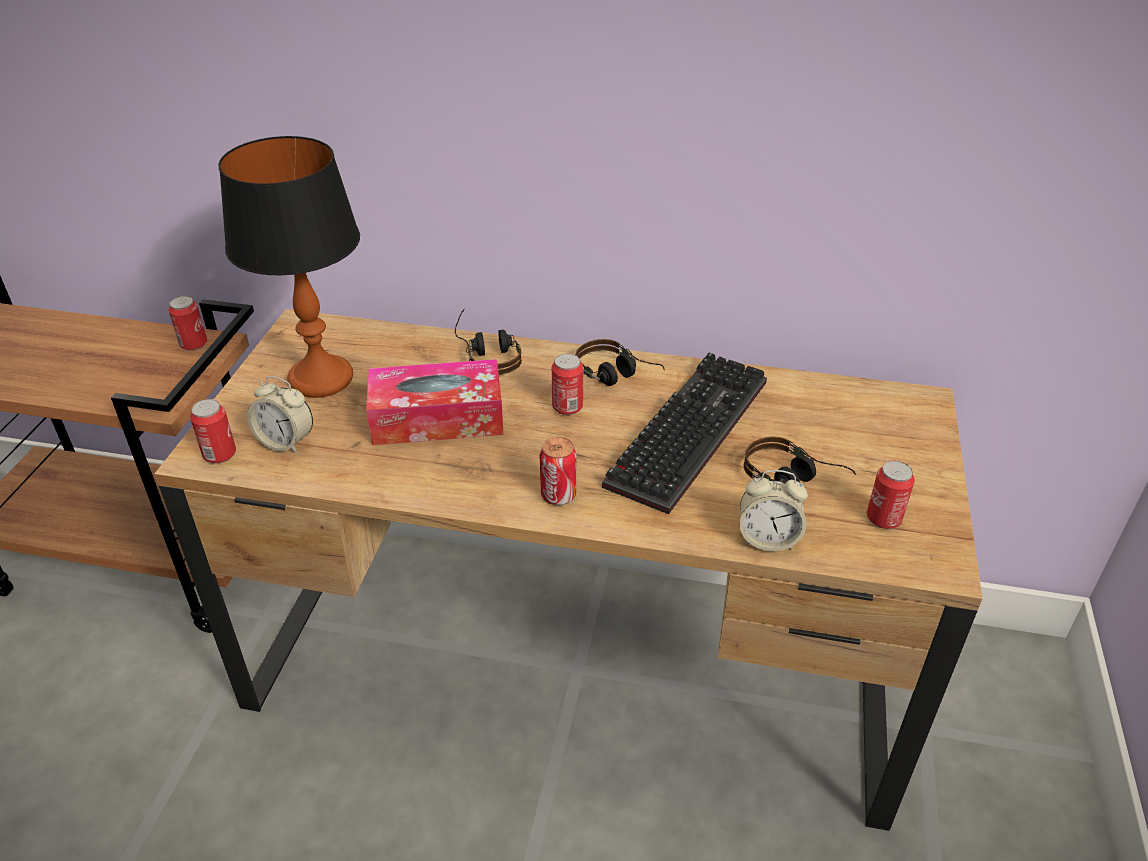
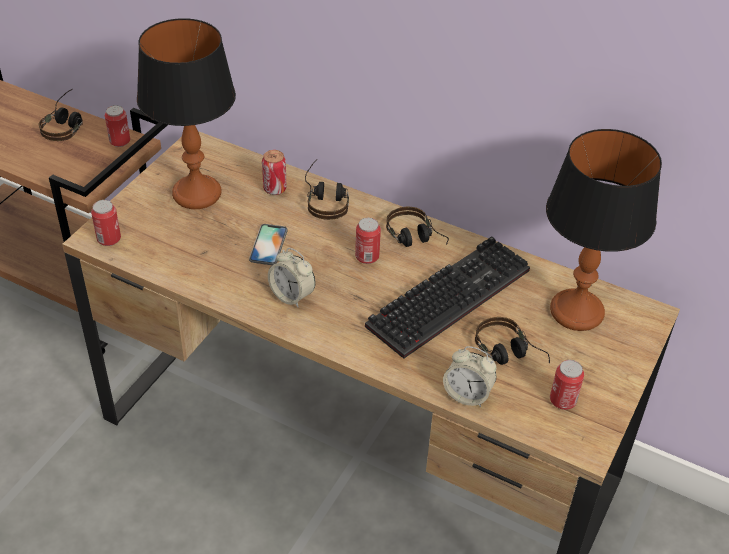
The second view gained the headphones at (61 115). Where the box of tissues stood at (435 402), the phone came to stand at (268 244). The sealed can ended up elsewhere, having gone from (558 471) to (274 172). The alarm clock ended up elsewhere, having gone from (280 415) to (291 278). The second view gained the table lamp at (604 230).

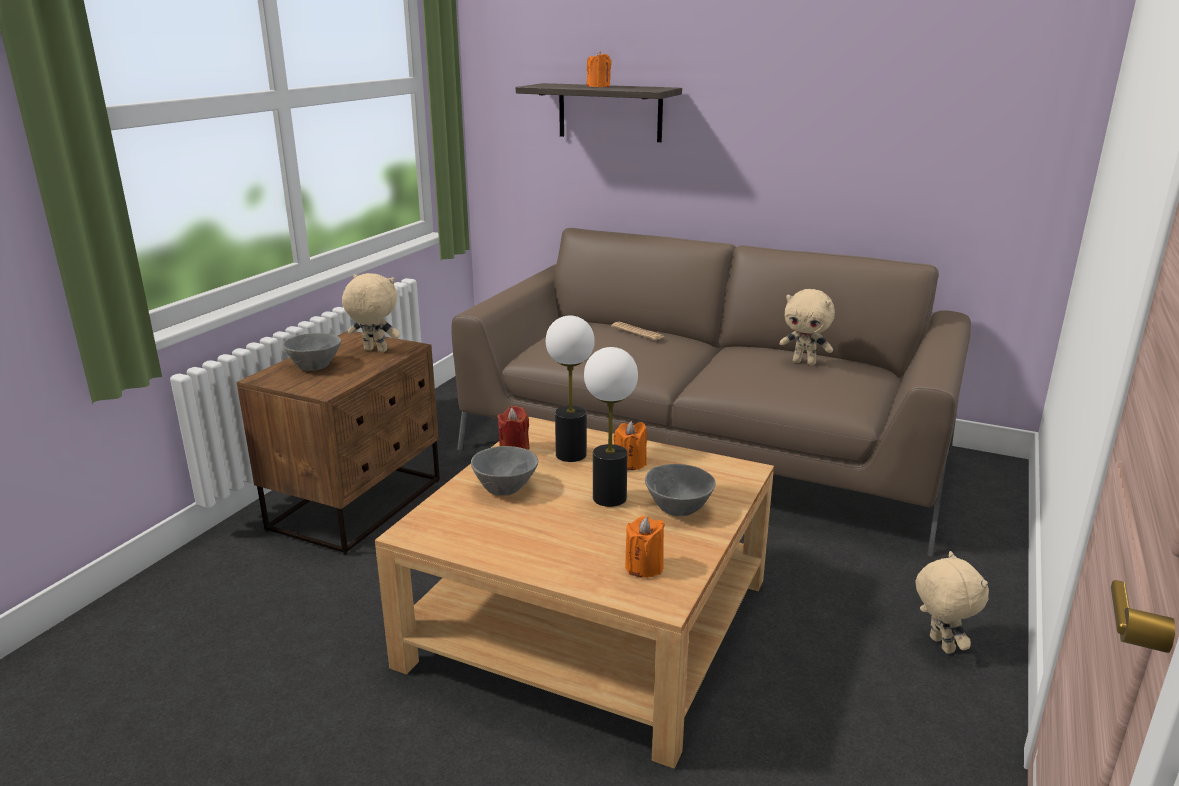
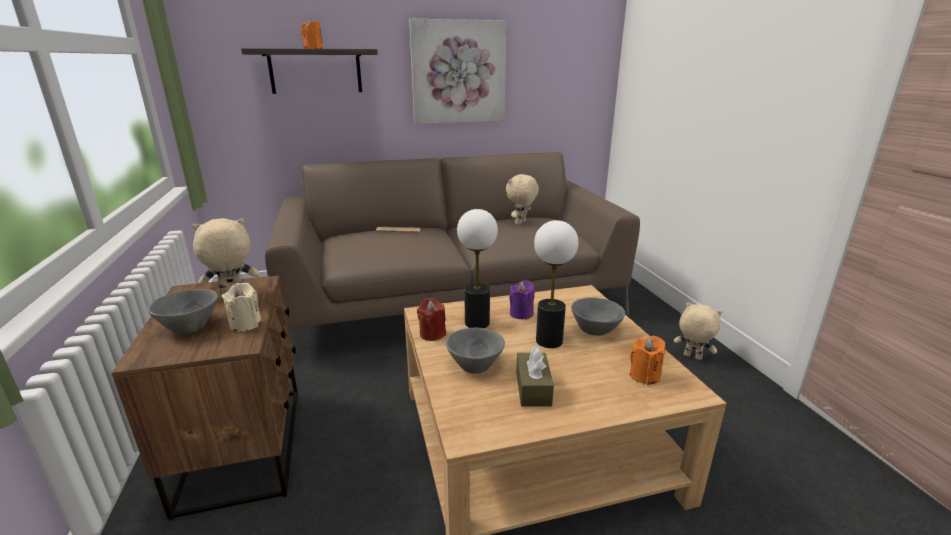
The second view gained the candle/beige-coloured at (242 307). The second view gained the wall picture at (458 71). The cuddly toy/beige-coloured at (807 327) ended up facing another way, 135 degrees clockwise from before. What was the candle/orangey at (630 445) turned into the candle/purple at (522 300). The second view gained the box of tissues/brown-coloured at (535 376).

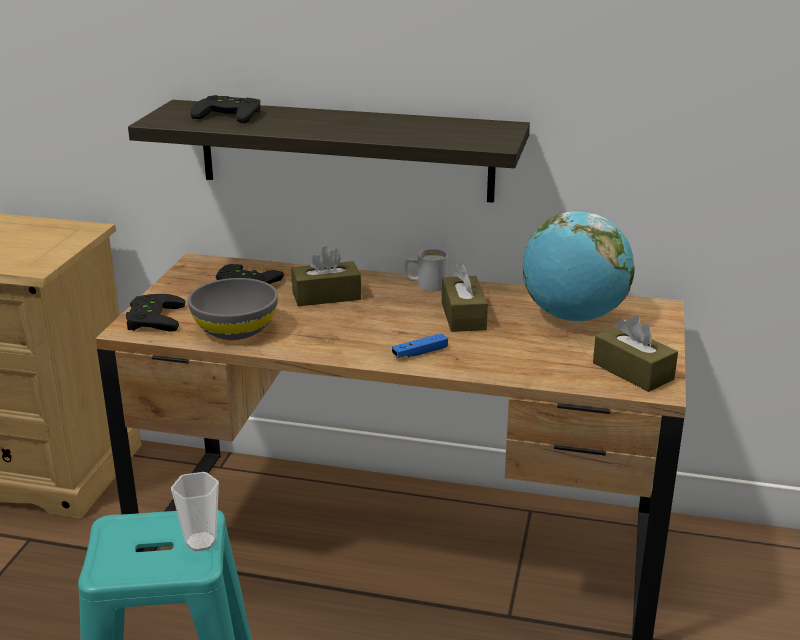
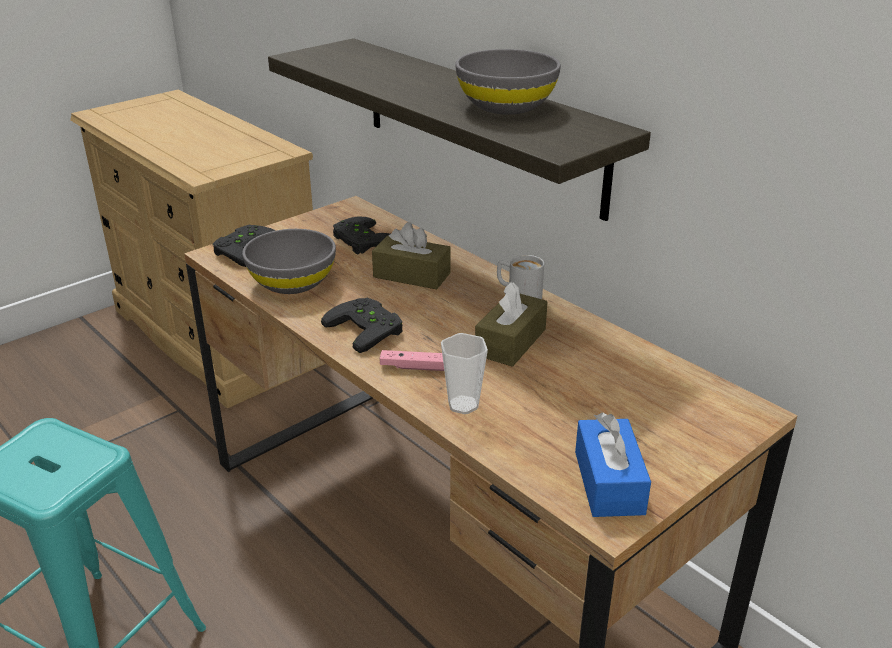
The game controller/black-coloured ended up elsewhere, having gone from (226 109) to (362 325). What was the game controller/blue at (420 345) turned into the game controller/pink at (412 360). The cup ended up elsewhere, having gone from (195 511) to (464 373). The second view gained the deep dish/gray at (508 82). What was the box of tissues/brown-coloured at (635 353) turned into the box of tissues/blue at (613 465). The second view lost the world globe at (579 266).

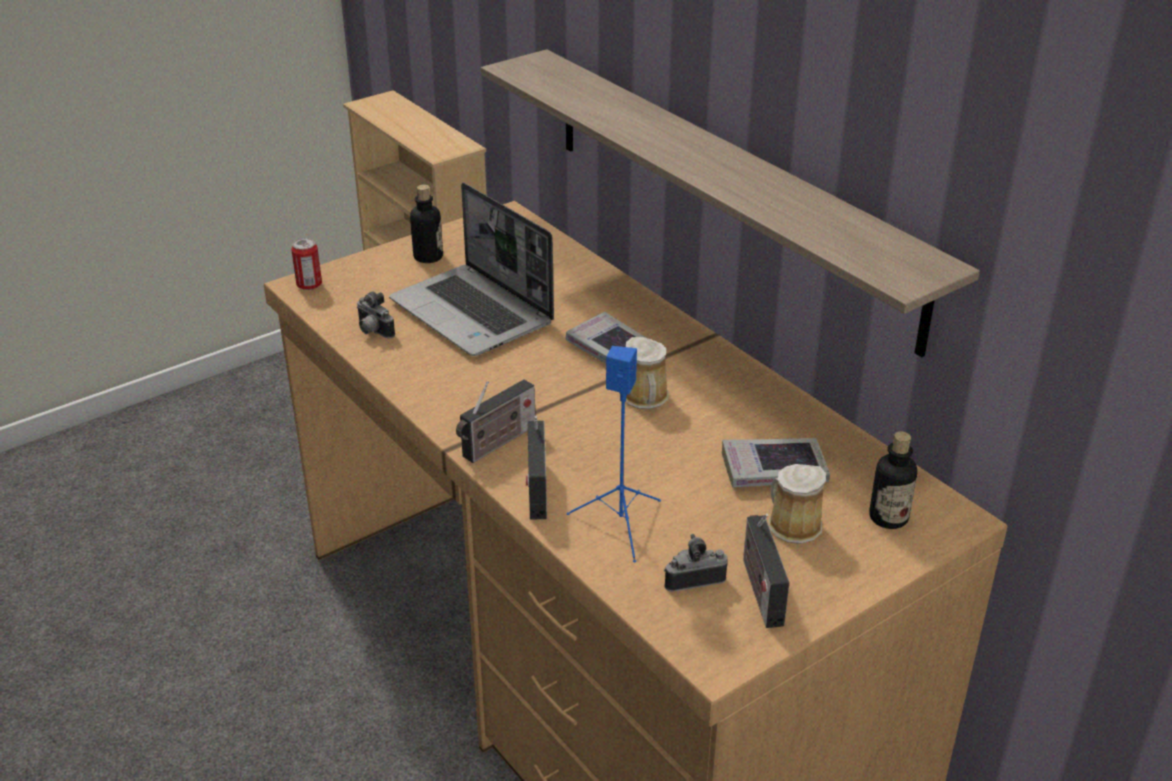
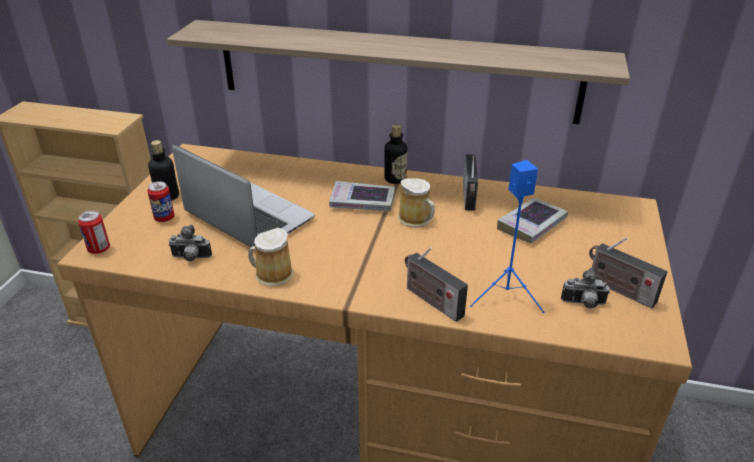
The second view gained the sealed can at (161 201). The portable computer at (471 269) ended up facing another way, 150 degrees counterclockwise from before. The coffee mug ended up elsewhere, having gone from (797 504) to (270 257). The drink bottle ended up elsewhere, having gone from (893 480) to (396 154). The radio receiver ended up elsewhere, having gone from (495 421) to (470 182). The photo camera at (696 563) ended up facing another way, 120 degrees counterclockwise from before.

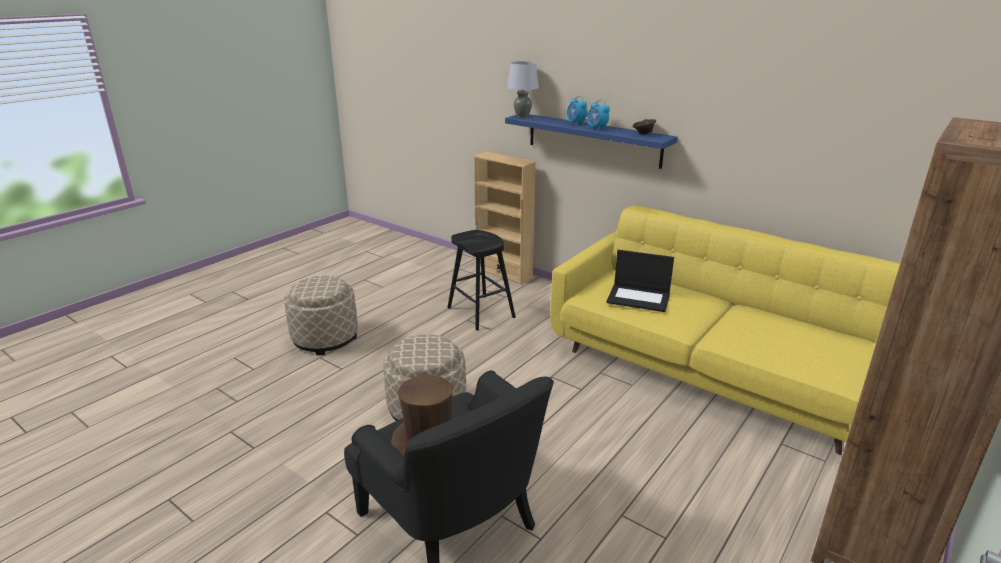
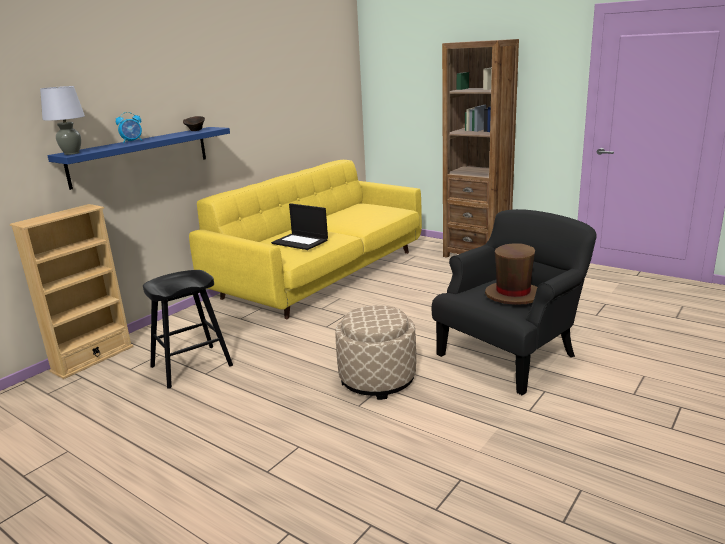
The portable computer at (640 281) ended up facing another way, 105 degrees clockwise from before. The second view lost the footrest/beige-coloured at (321 315). The second view lost the alarm clock at (598 115).

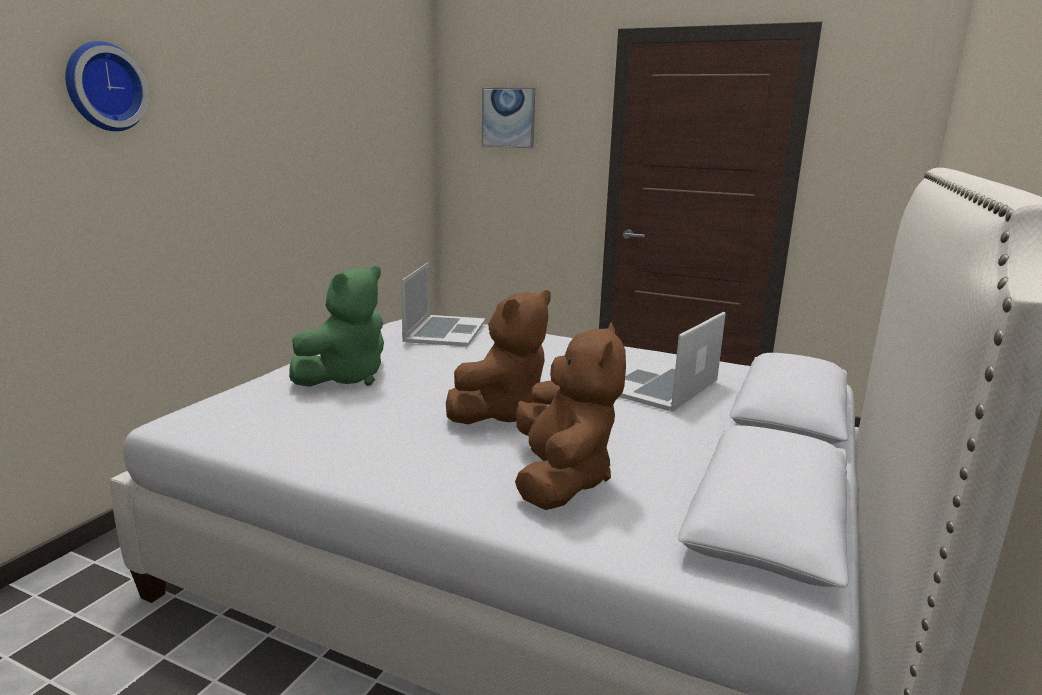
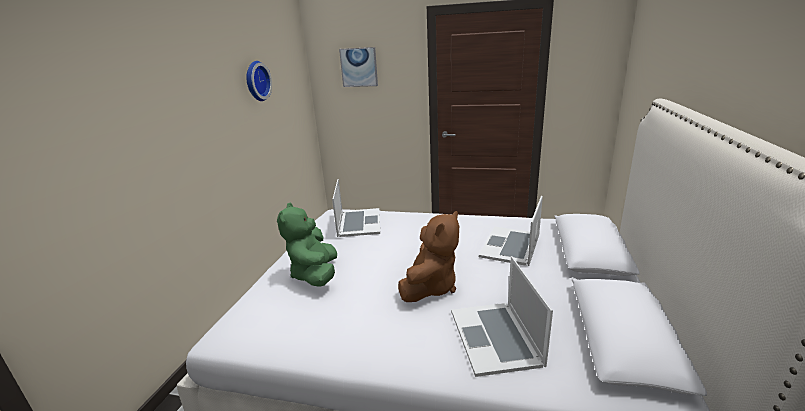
The clock on the wall ended up elsewhere, having gone from (107 86) to (259 81). The cuddly toy/greenish at (336 326) ended up facing another way, 150 degrees clockwise from before. Where the cuddly toy/brown-coloured stood at (570 416), the portable computer came to stand at (502 316).

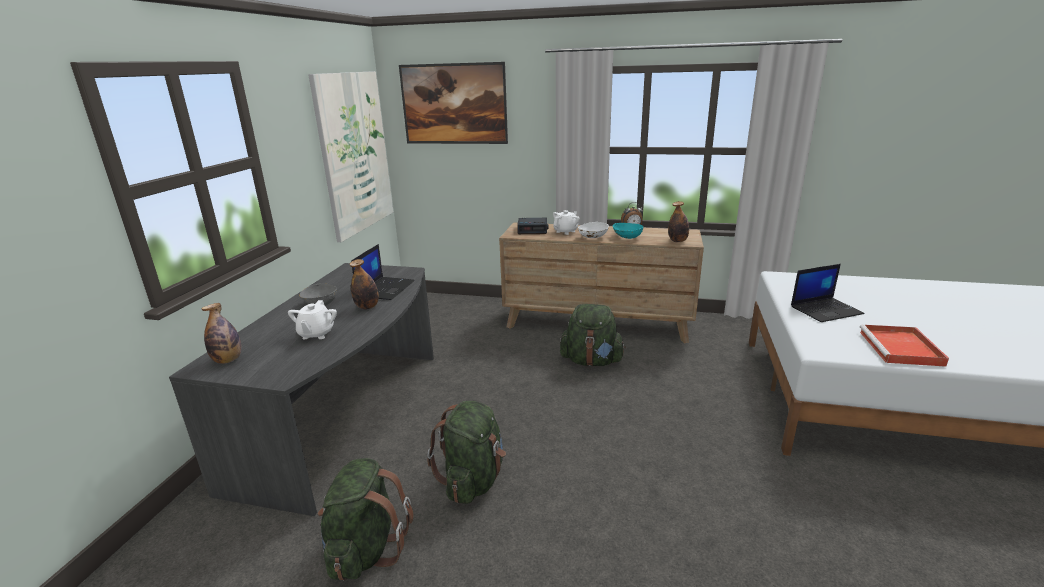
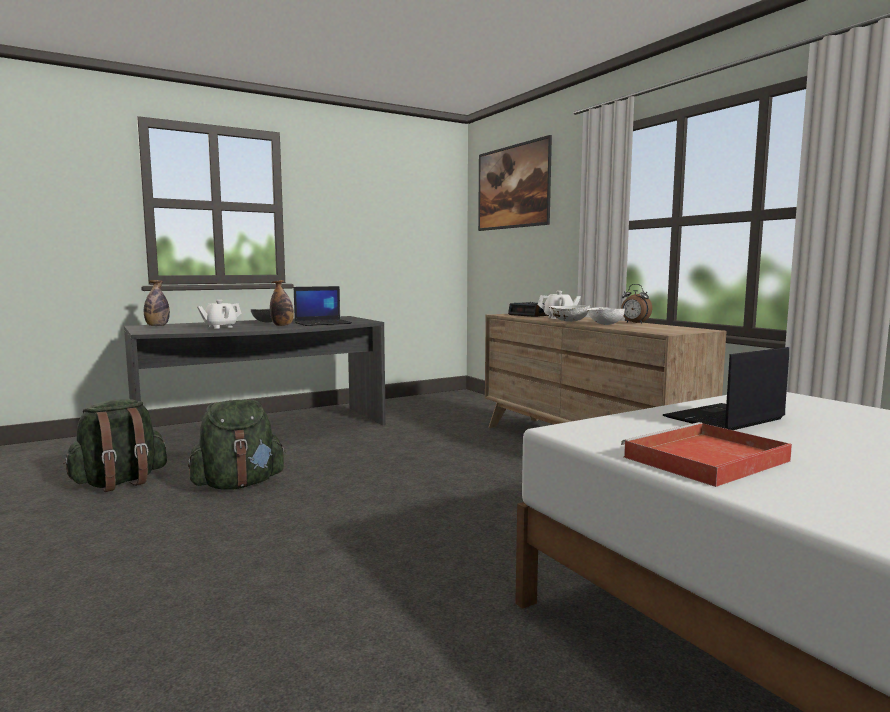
What was the deep dish/turquoise at (628 231) turned into the deep dish/whitish at (606 316). The portable computer at (828 293) ended up facing another way, 120 degrees clockwise from before. The second view lost the wall picture at (350 156). The second view lost the knapsack/greenish at (593 335). The second view lost the drink bottle at (678 221).

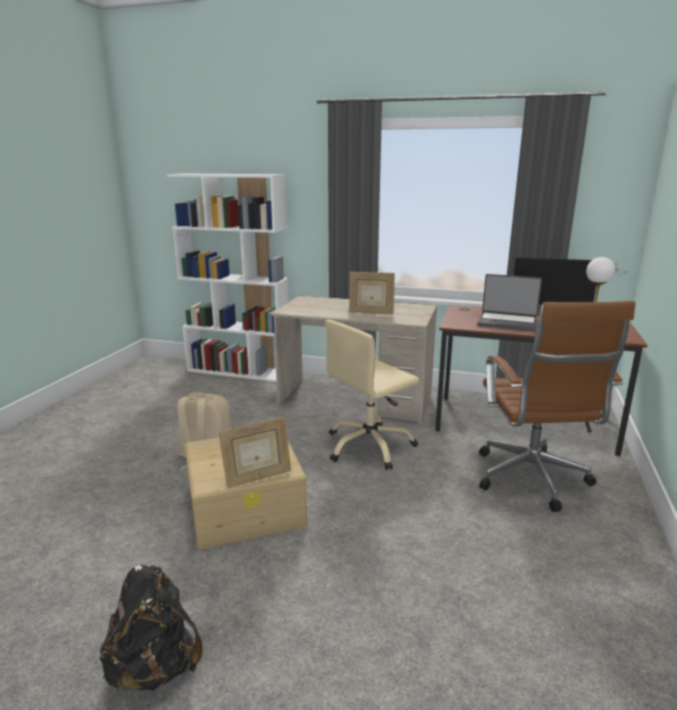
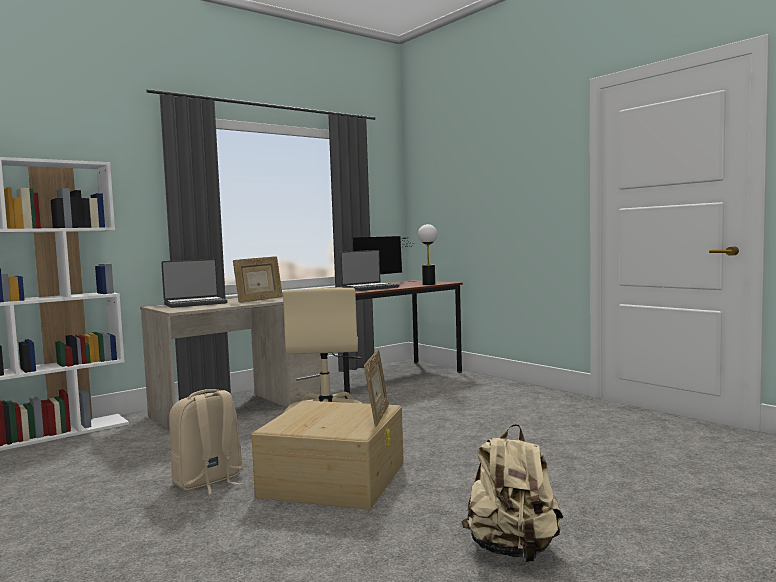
The second view gained the portable computer at (194 283). What was the knapsack/black-coloured at (151 628) turned into the knapsack/beige-coloured at (512 493). The second view lost the office chair/brown-coloured at (557 406).

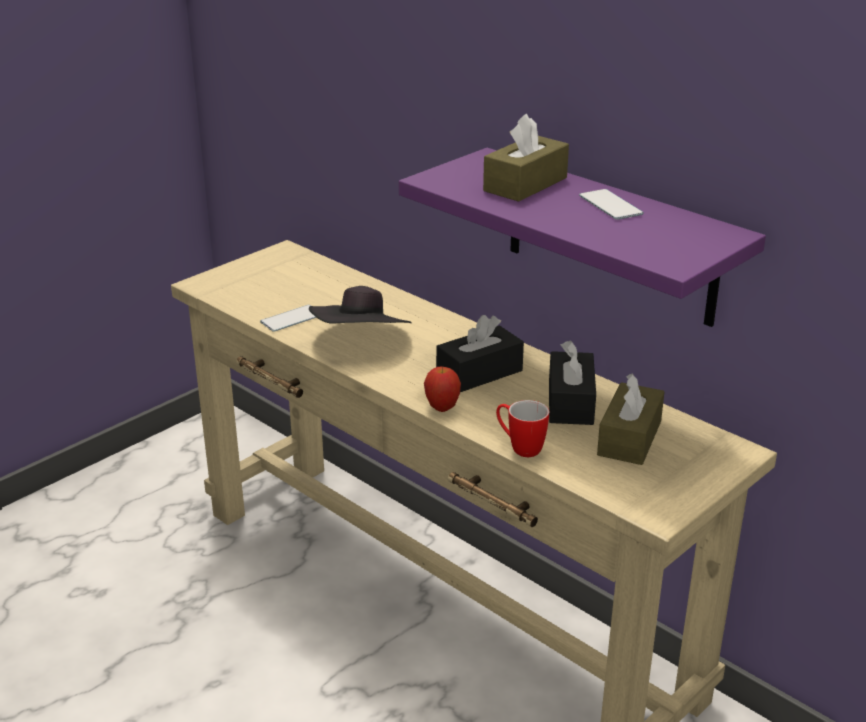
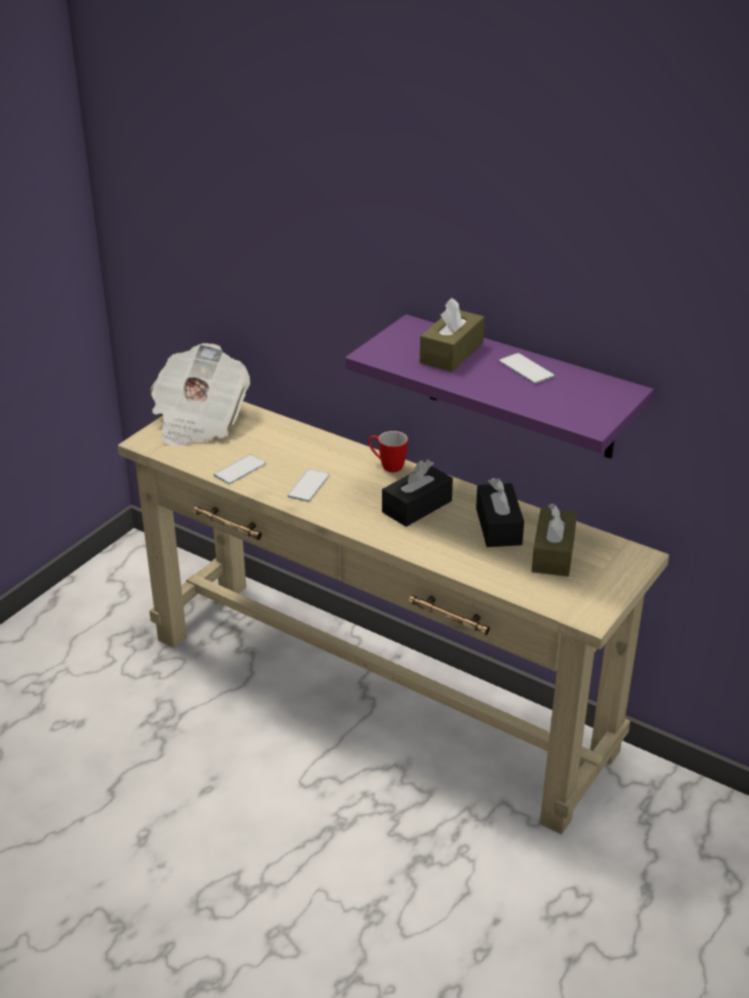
The second view gained the printed paper at (200 394). Where the clothing hat/black-coloured stood at (360 304), the phone came to stand at (308 485). The coffee mug ended up elsewhere, having gone from (522 428) to (388 451). The second view lost the apple at (442 389).

